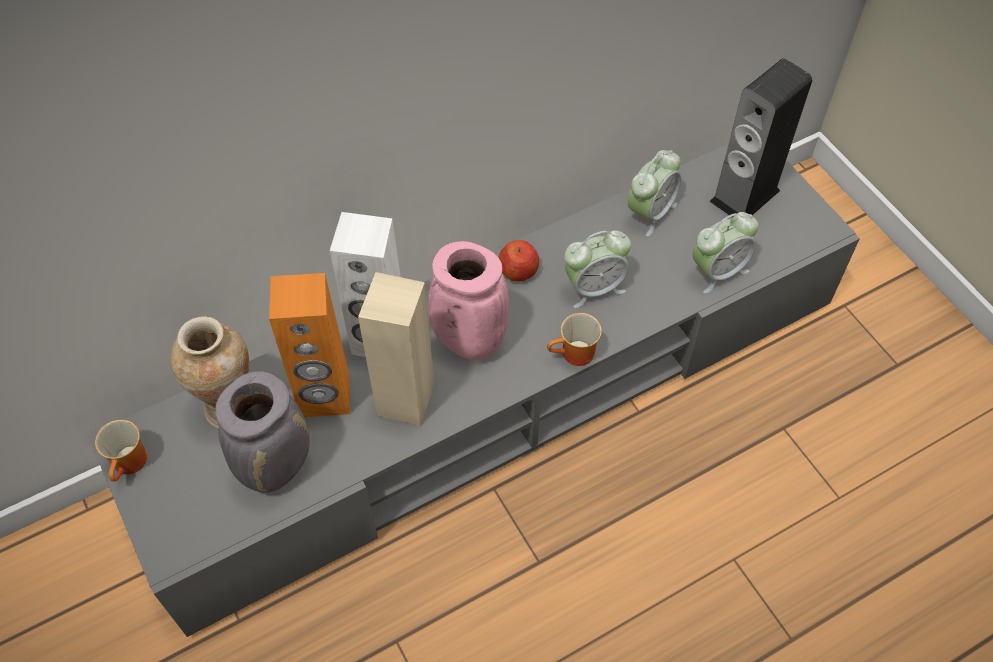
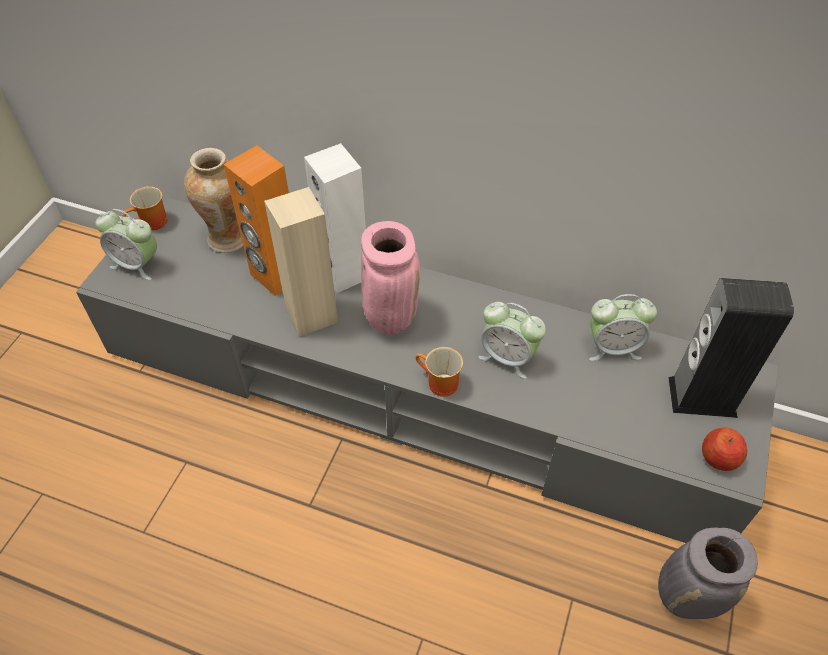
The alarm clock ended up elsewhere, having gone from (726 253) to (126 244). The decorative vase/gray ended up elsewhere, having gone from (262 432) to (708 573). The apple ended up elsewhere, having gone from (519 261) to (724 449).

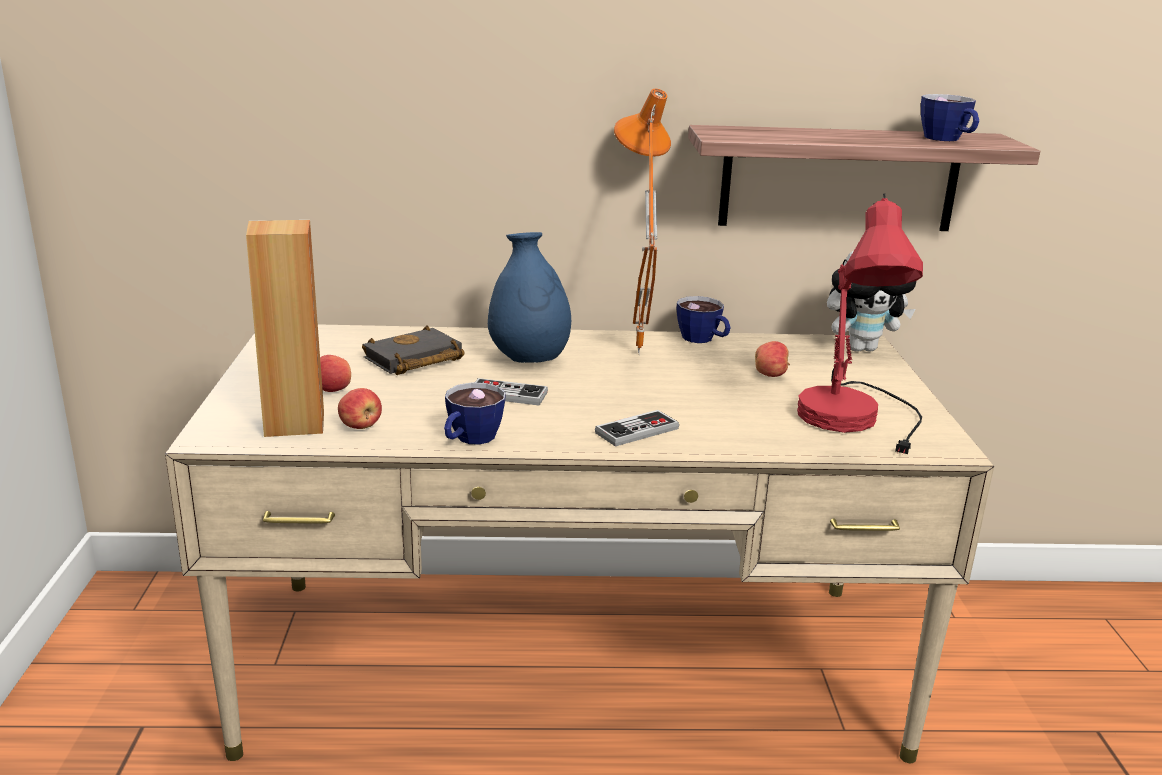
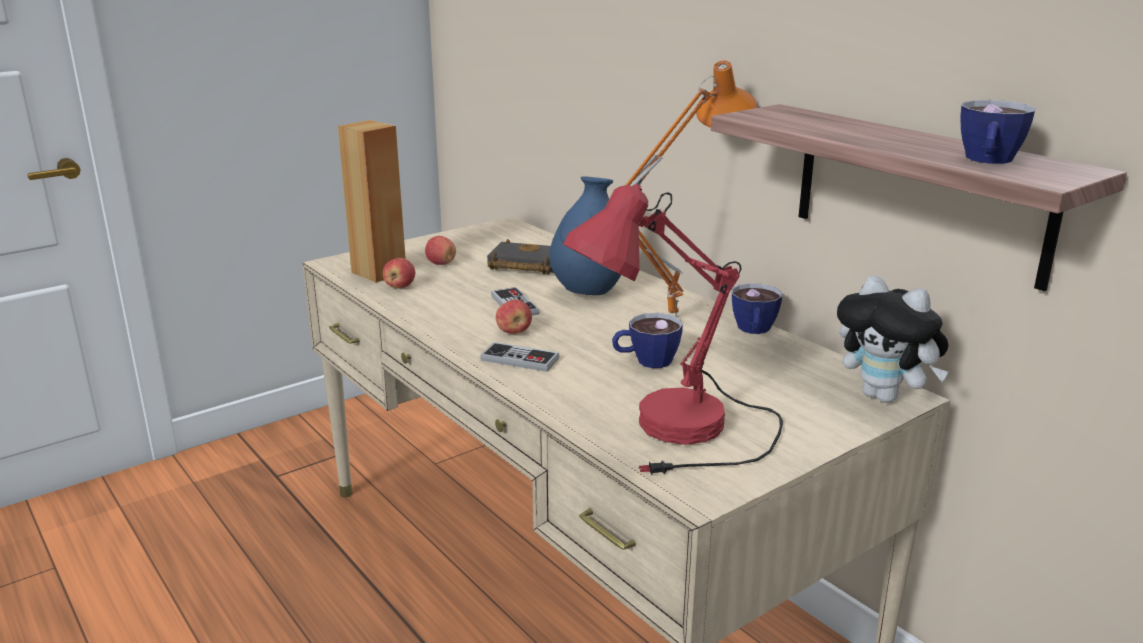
The apple ended up elsewhere, having gone from (772 359) to (514 317). The cup ended up elsewhere, having gone from (475 414) to (647 340).

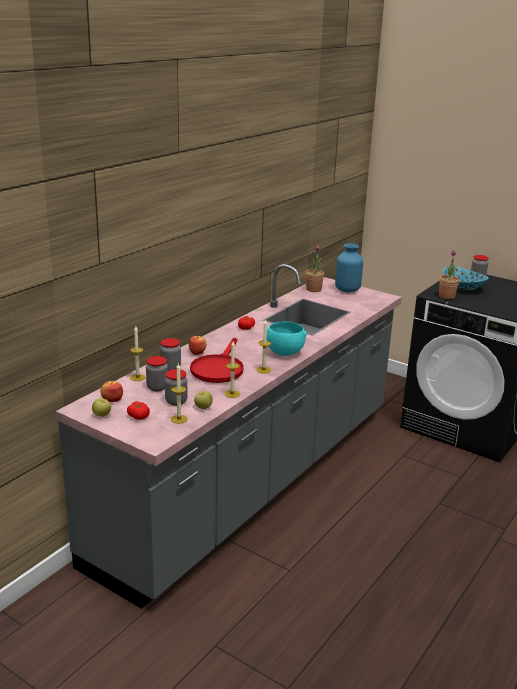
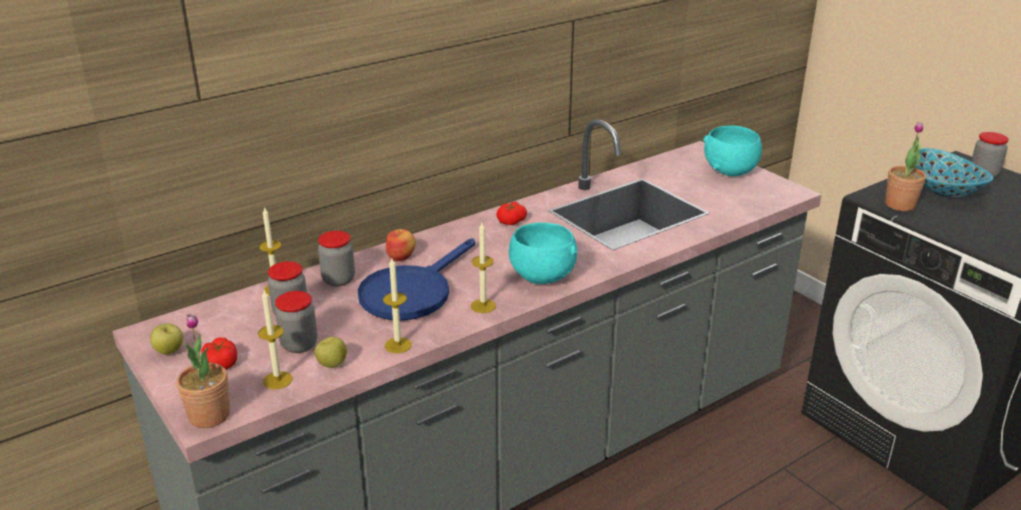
The plant in a pot ended up elsewhere, having gone from (315 268) to (203 370). What was the skillet/reddish at (217 360) turned into the skillet/blue at (416 279). Where the decorative vase/blue stood at (349 268), the deep dish/turquoise came to stand at (732 151). The second view lost the apple at (112 391).

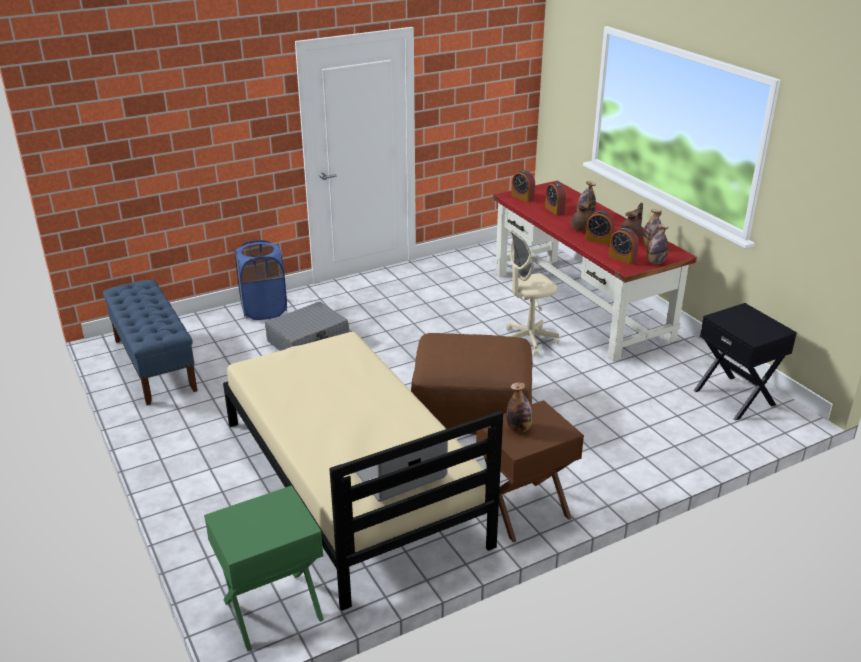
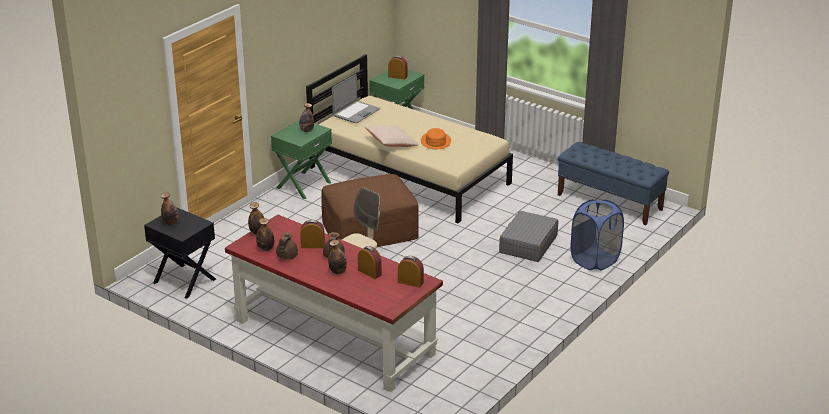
The second view gained the drink bottle at (170 208). What was the bedside table/brown-coloured at (530 471) turned into the bedside table/greenish at (301 159). The second view gained the throw pillow/beige-coloured at (392 136). The alarm clock ended up elsewhere, having gone from (624 245) to (398 68). The second view gained the clothing hat/orangey at (436 138).

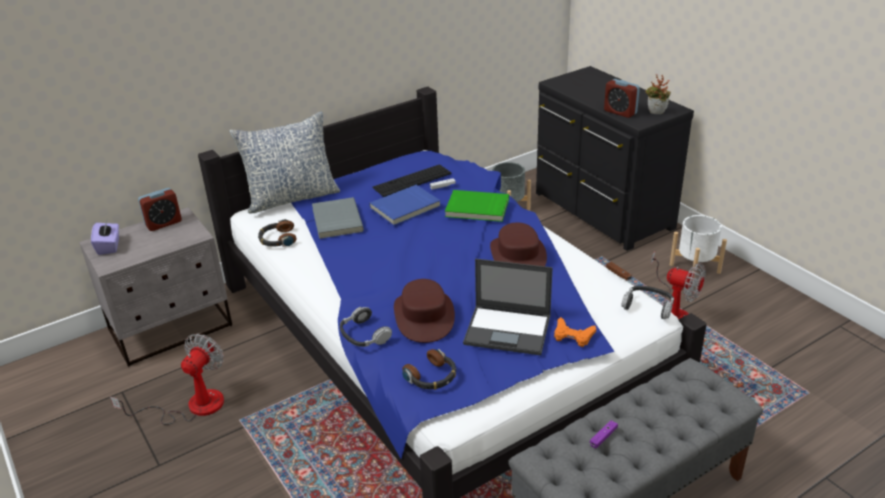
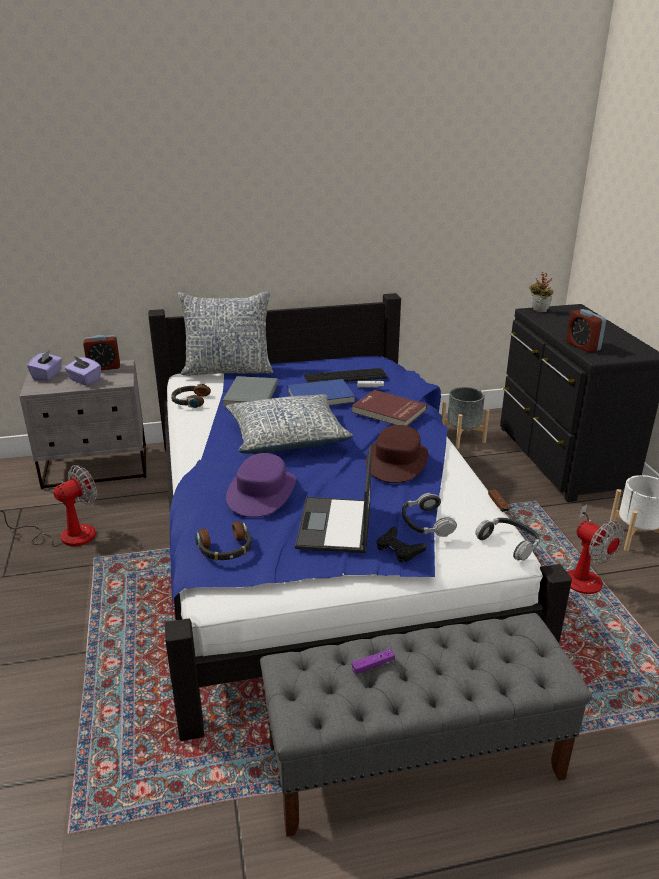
The second view gained the box of tissues/purple at (82 371). The second view gained the throw pillow at (289 424). What was the clothing hat/brown-coloured at (424 311) turned into the clothing hat/purple at (261 485). The portable computer at (508 307) ended up facing another way, 60 degrees clockwise from before. What was the volume/greenish at (477 206) turned into the volume/reddish at (389 408). What was the game controller/orangey at (575 332) turned into the game controller/black-coloured at (402 544). The headphones ended up elsewhere, having gone from (366 327) to (429 515). The plant in a pot ended up elsewhere, having gone from (658 94) to (541 292).

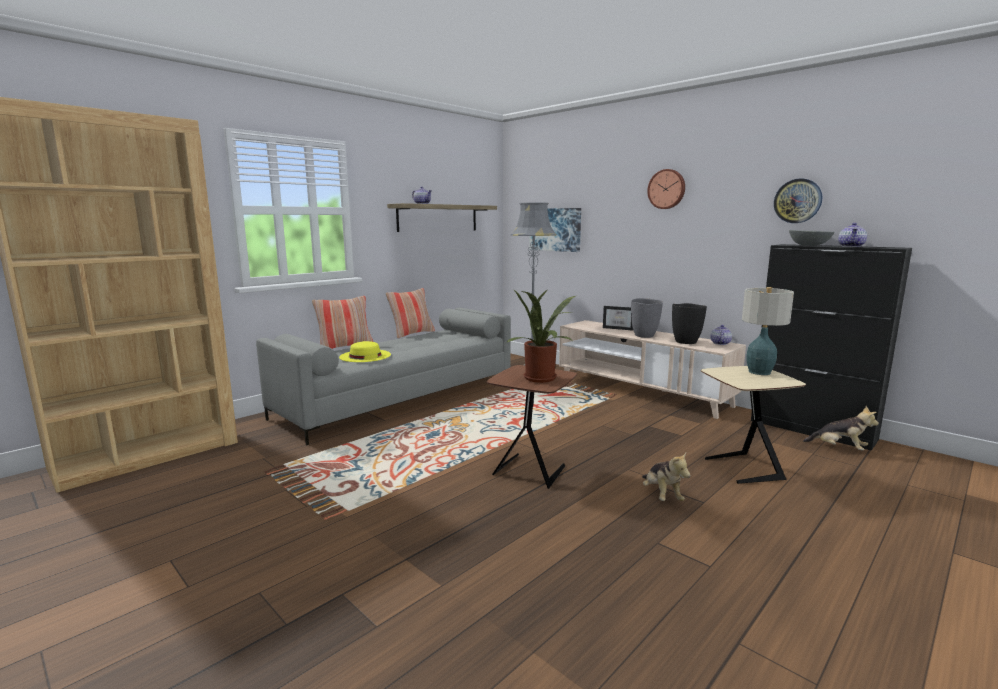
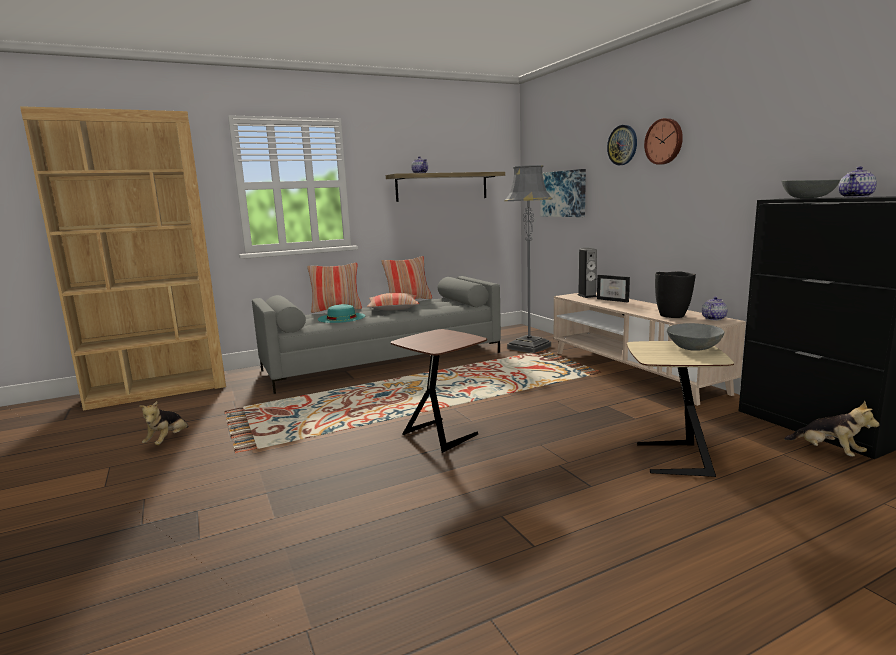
The cuddly toy ended up elsewhere, having gone from (666 477) to (164 423). What was the clothing hat/yellow-coloured at (365 351) turned into the clothing hat/turquoise at (341 313). The second view gained the throw pillow at (393 301). The second view gained the loudspeaker at (587 273). The clock on the wall ended up elsewhere, having gone from (798 200) to (622 145). Where the table lamp stood at (768 331), the deep dish/gray came to stand at (695 337). The second view lost the plant in a pot at (541 336). The second view lost the decorative vase/gray at (647 318).

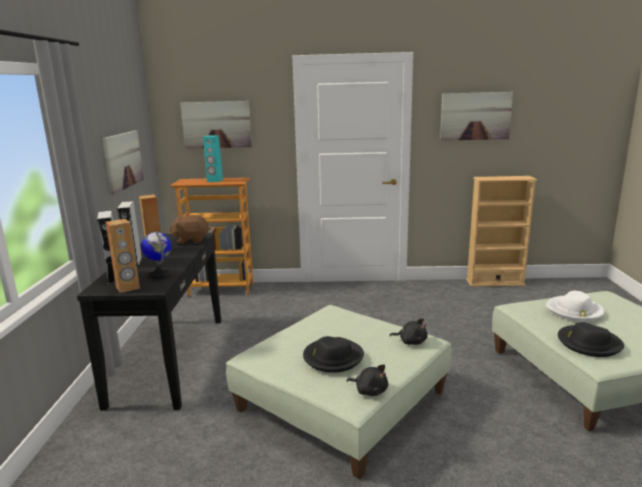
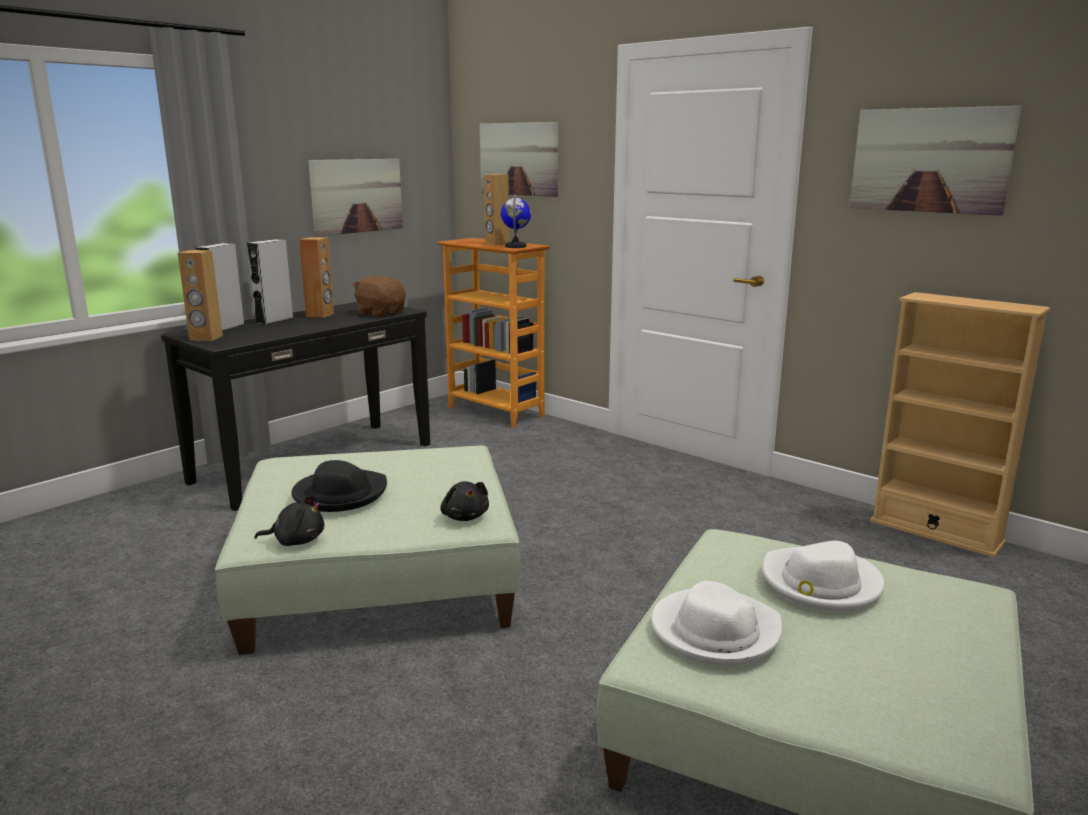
The cuddly toy/black-coloured at (367 380) ended up facing another way, 75 degrees counterclockwise from before. What was the loudspeaker/turquoise at (213 159) turned into the loudspeaker/brown-coloured at (497 209). The world globe ended up elsewhere, having gone from (156 255) to (516 221). What was the clothing hat/black-coloured at (591 339) turned into the clothing hat/whitish at (717 623).

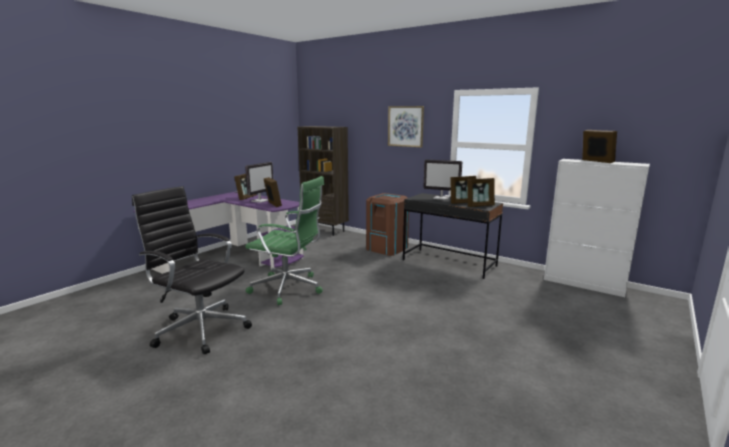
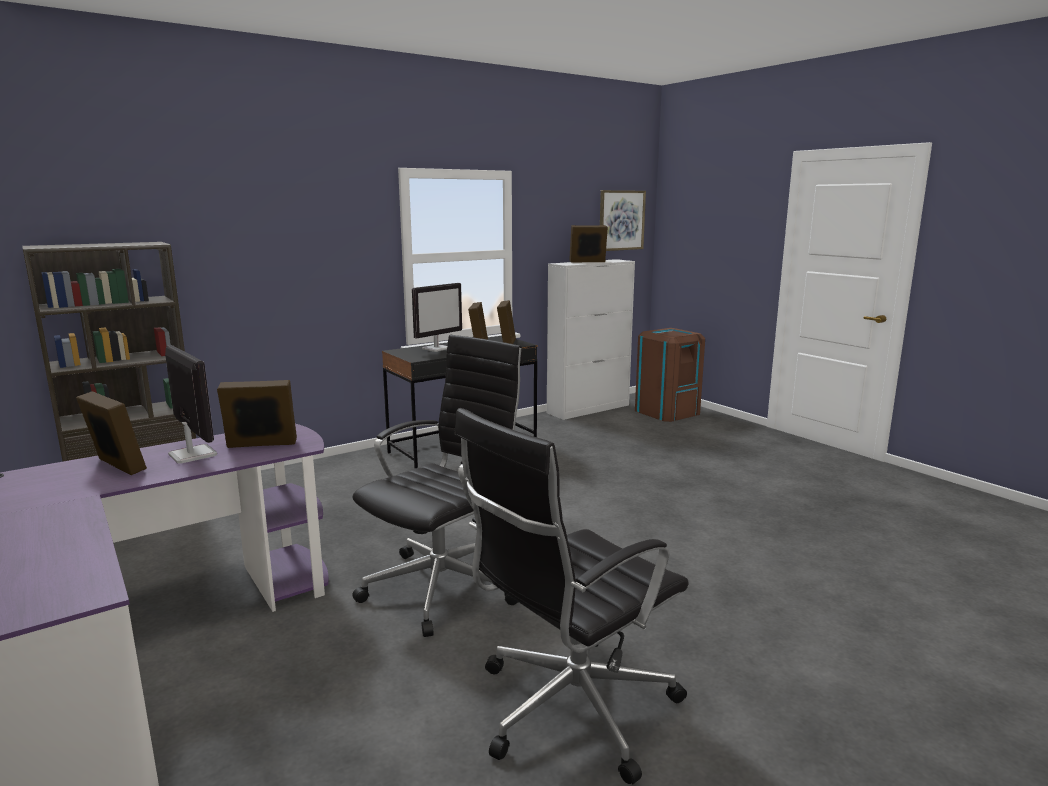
What was the office chair/greenish at (284 240) turned into the office chair/black-coloured at (437 486). The wall picture ended up elsewhere, having gone from (406 127) to (623 220). The trash can/brown-coloured ended up elsewhere, having gone from (387 224) to (670 375).

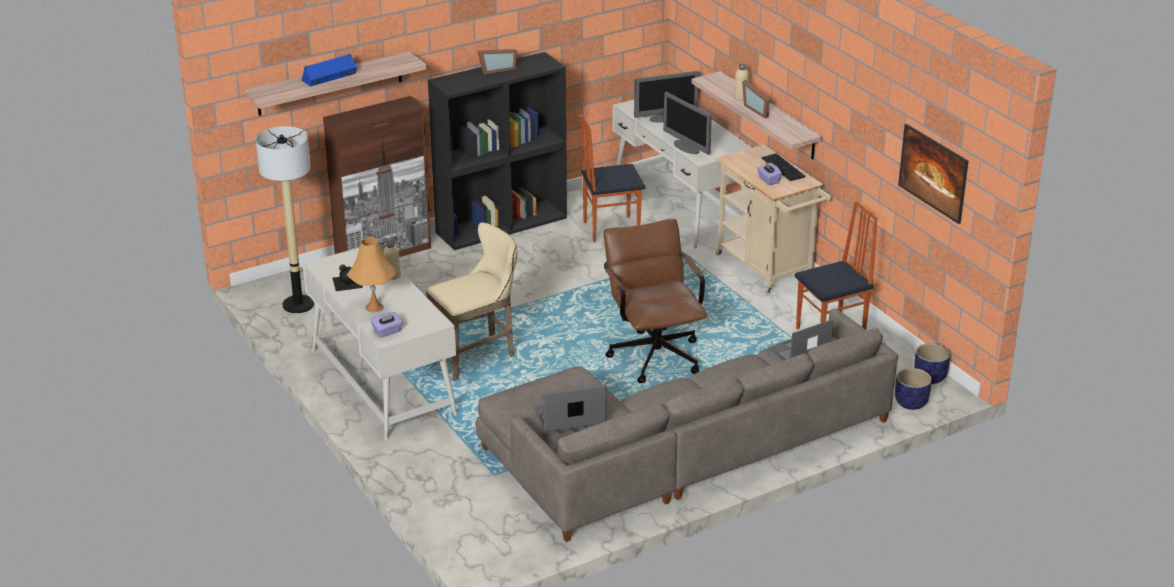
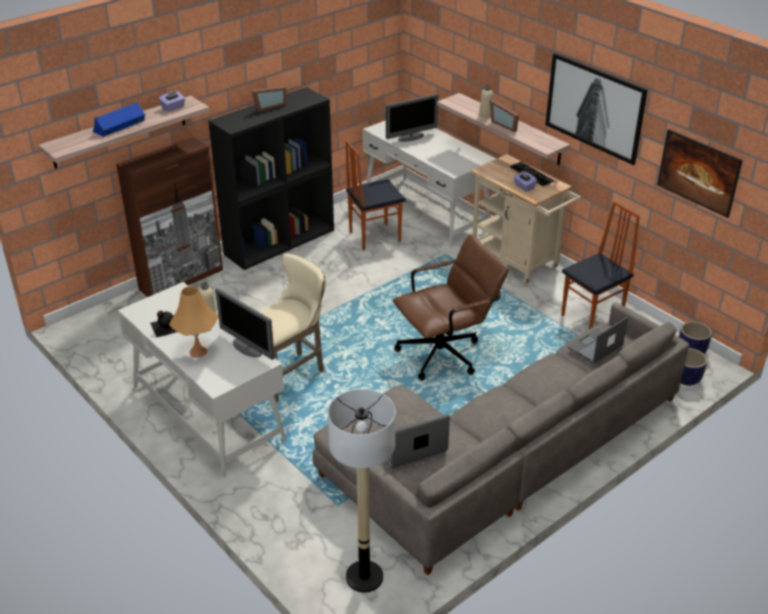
The box of tissues/purple ended up elsewhere, having gone from (387 325) to (171 101). The computer display ended up elsewhere, having gone from (687 123) to (245 324). The floor lamp ended up elsewhere, having gone from (285 219) to (362 491). The office chair/brown-coloured at (656 301) ended up facing another way, 90 degrees clockwise from before. The second view gained the wall picture at (597 109).

